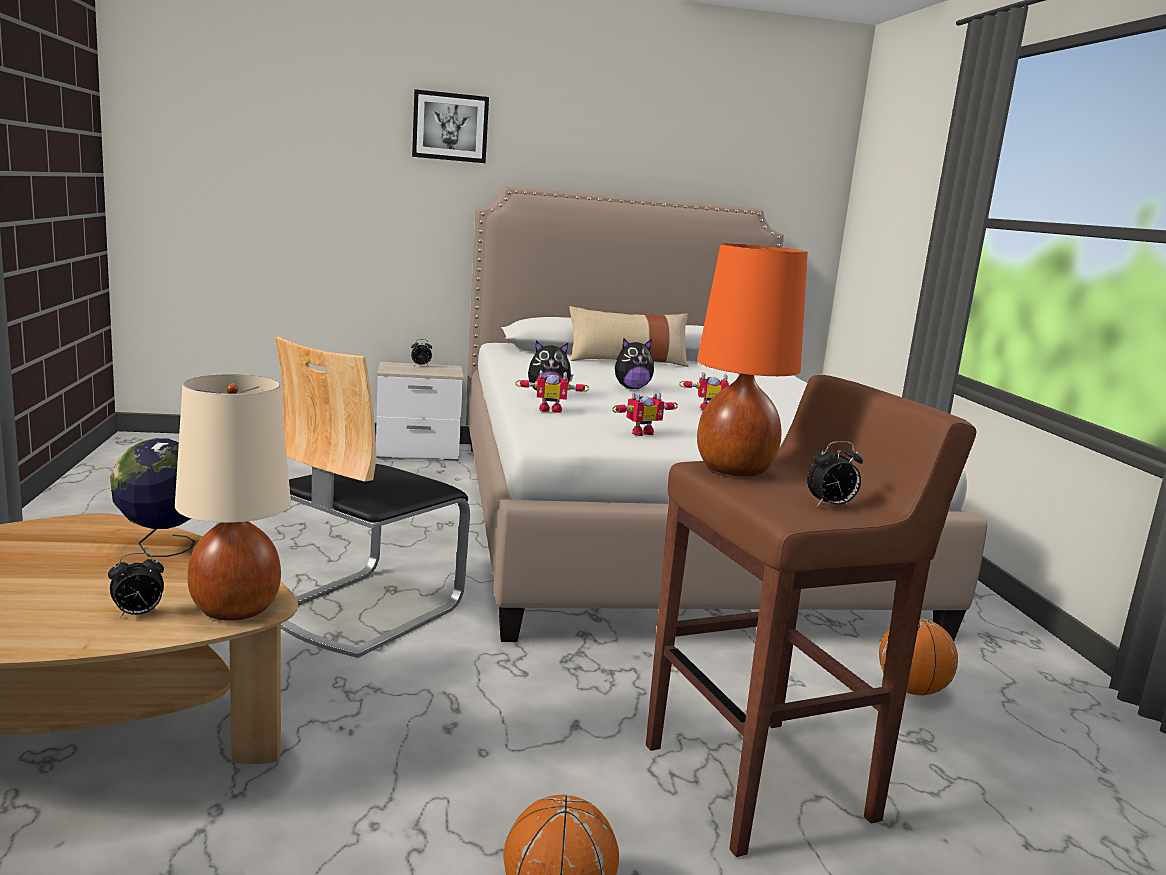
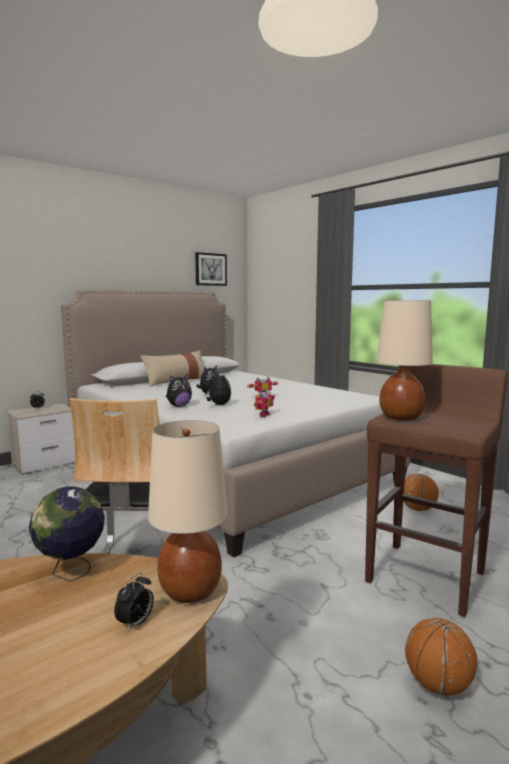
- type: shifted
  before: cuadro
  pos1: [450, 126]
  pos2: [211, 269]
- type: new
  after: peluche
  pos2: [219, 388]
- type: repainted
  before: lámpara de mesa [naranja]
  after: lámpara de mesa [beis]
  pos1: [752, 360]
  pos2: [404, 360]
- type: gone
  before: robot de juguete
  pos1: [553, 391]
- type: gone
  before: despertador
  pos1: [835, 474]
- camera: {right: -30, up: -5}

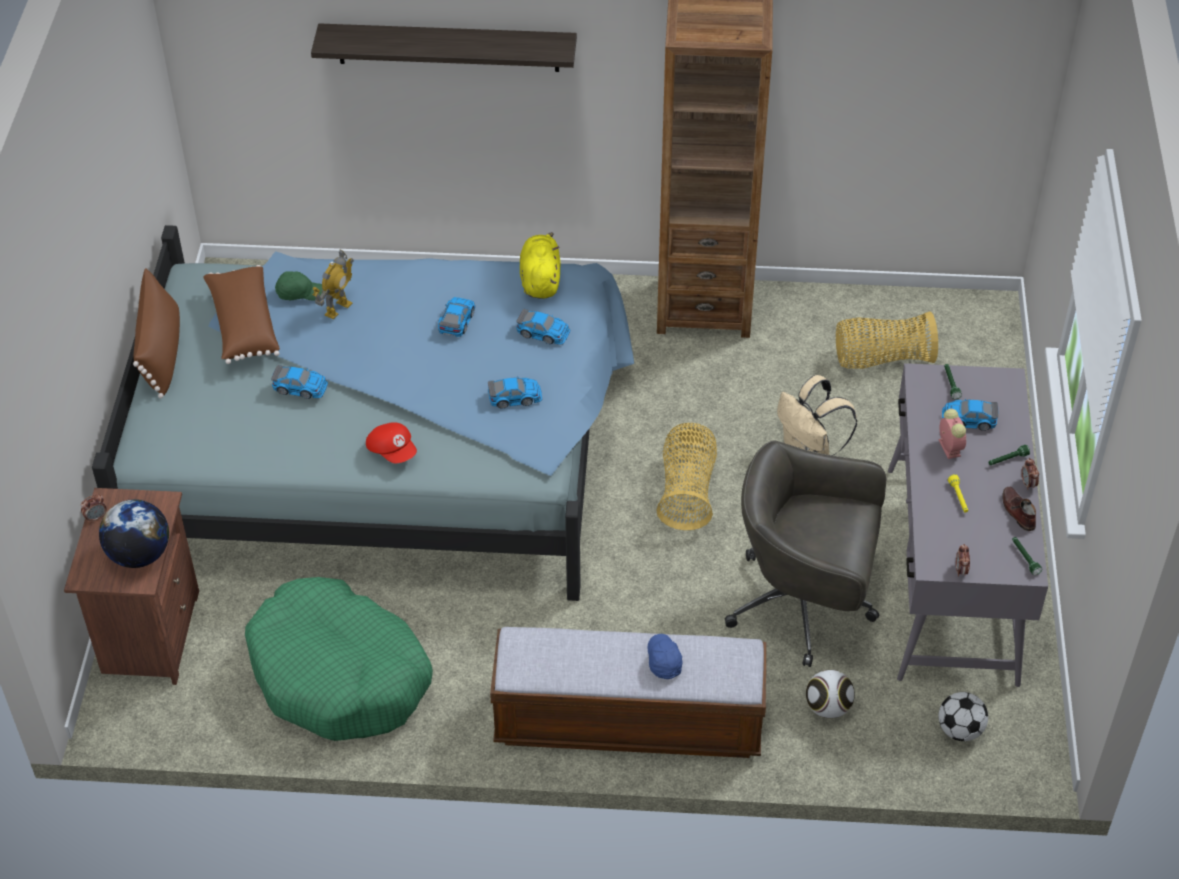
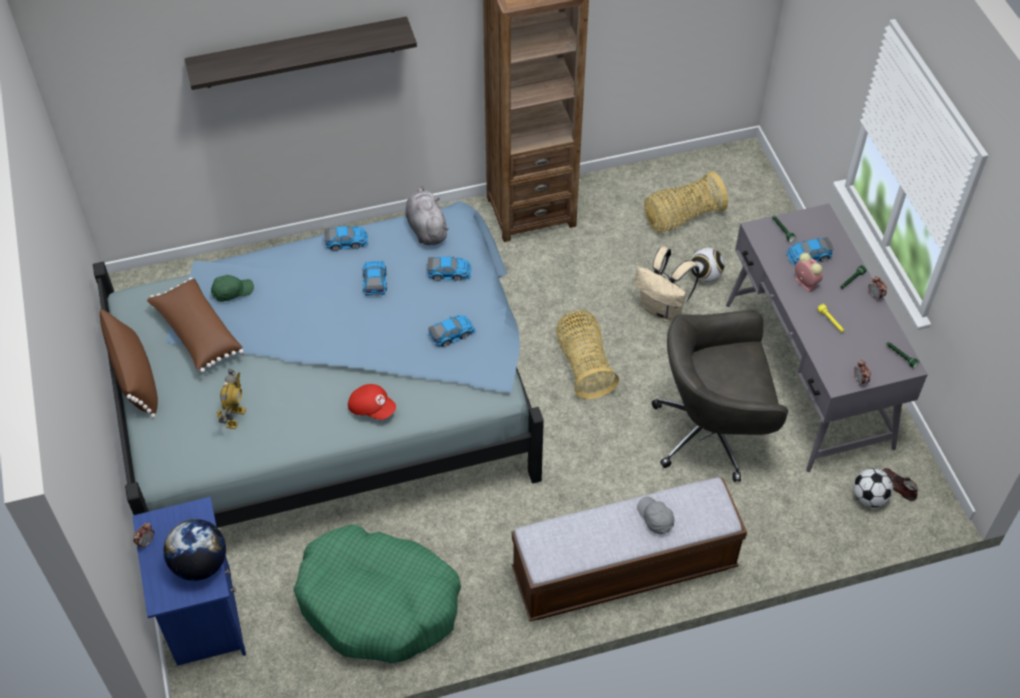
- type: repainted
  before: mesita de noche [marrón]
  after: mesita de noche [azul]
  pos1: [131, 586]
  pos2: [189, 581]
- type: shifted
  before: robot de juguete
  pos1: [333, 284]
  pos2: [231, 399]
- type: shifted
  before: coche de juguete
  pos1: [299, 382]
  pos2: [346, 238]
- type: repainted
  before: peluche [amarillo]
  after: peluche [gris]
  pos1: [540, 265]
  pos2: [427, 215]
- type: repainted
  before: gorra [azul]
  after: gorra [gris]
  pos1: [665, 656]
  pos2: [655, 515]
- type: shifted
  before: balón de fútbol
  pos1: [830, 694]
  pos2: [707, 264]
- type: shifted
  before: zapato [marrón]
  pos1: [1019, 509]
  pos2: [900, 484]
- camera: {right: -20, up: 5}

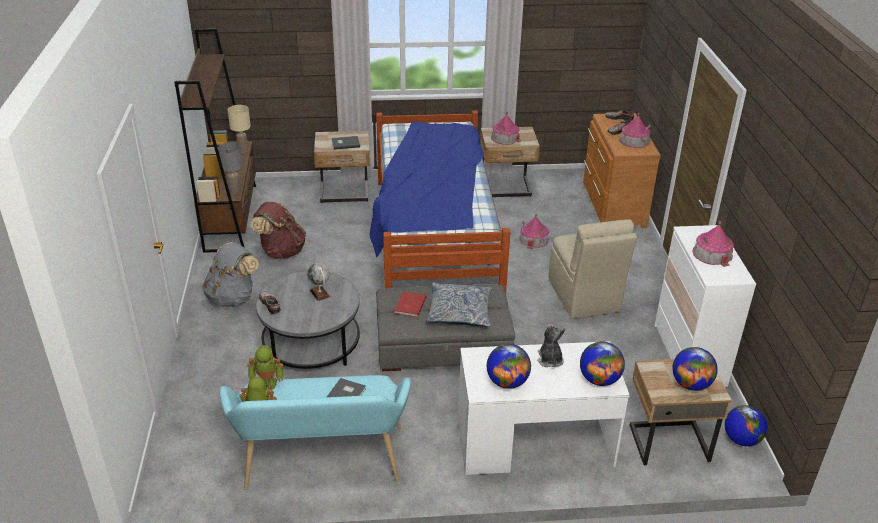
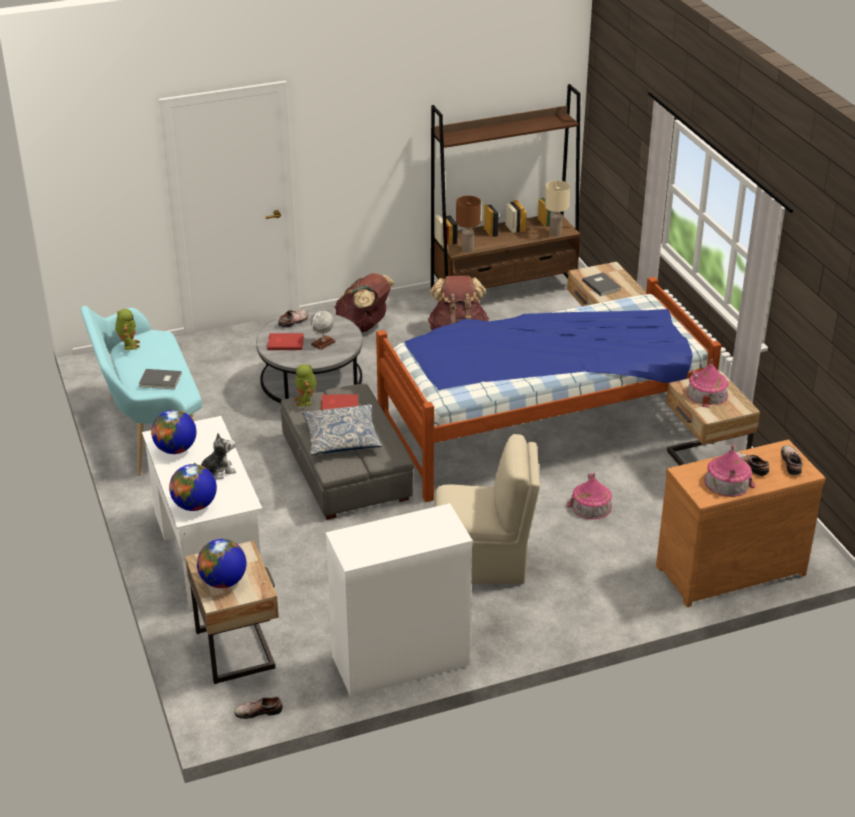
- type: swapped
  before: globo terráqueo
  after: zapato
  pos1: [746, 425]
  pos2: [258, 707]
- type: new
  after: libro [rojo]
  pos2: [285, 341]
- type: shifted
  before: robot de juguete
  pos1: [265, 368]
  pos2: [305, 385]
- type: repainted
  before: mochila [gris]
  after: mochila [marrón]
  pos1: [230, 274]
  pos2: [364, 302]
- type: rotated
  before: silla [beis]
  pos1: [593, 269]
  pos2: [487, 509]
  turn: -150
- type: repainted
  before: lámpara de mesa [gris]
  after: lámpara de mesa [marrón]
  pos1: [230, 168]
  pos2: [468, 224]
- type: gone
  before: casita
  pos1: [713, 244]
- camera: {right: 75, up: 0}

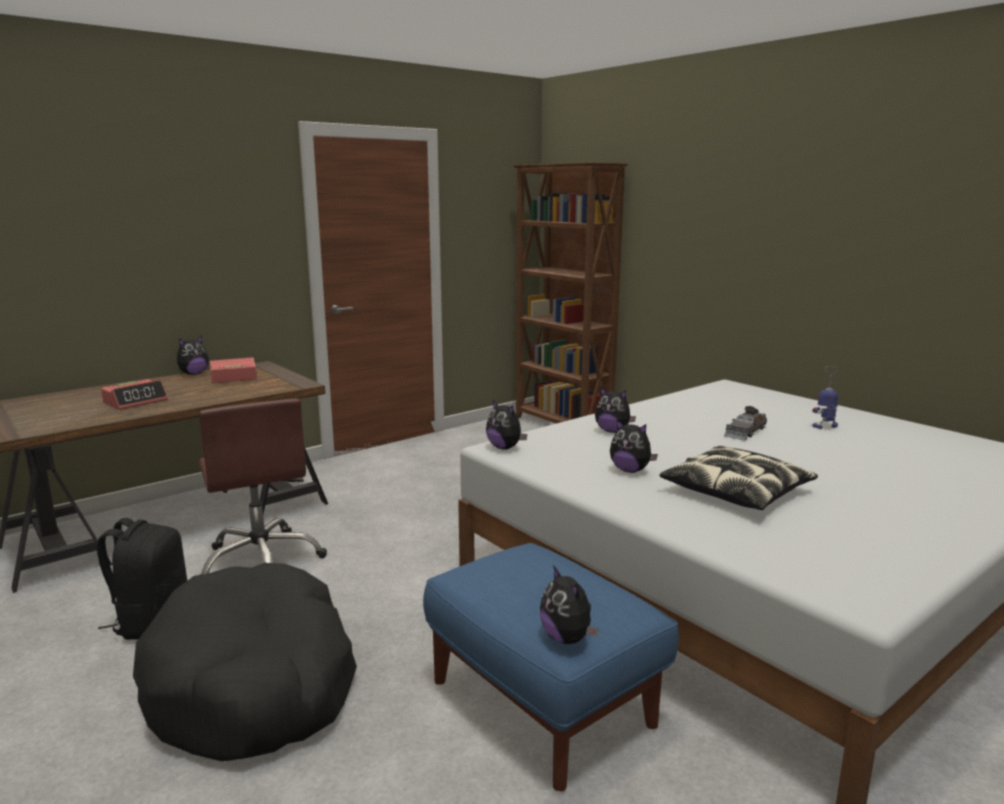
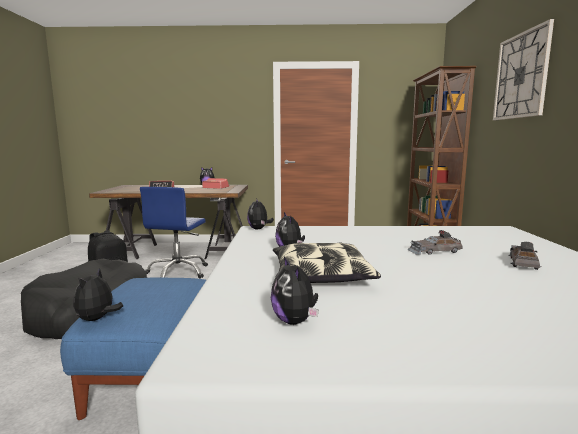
- type: repainted
  before: silla de oficina [marrón]
  after: silla de oficina [azul]
  pos1: [263, 487]
  pos2: [174, 233]
- type: shifted
  before: peluche
  pos1: [615, 410]
  pos2: [294, 291]
- type: new
  after: reloj de pared
  pos2: [523, 69]
- type: swapped
  before: robot de juguete
  after: coche de juguete [gris]
  pos1: [825, 397]
  pos2: [525, 256]
- camera: {right: 40, up: -5}

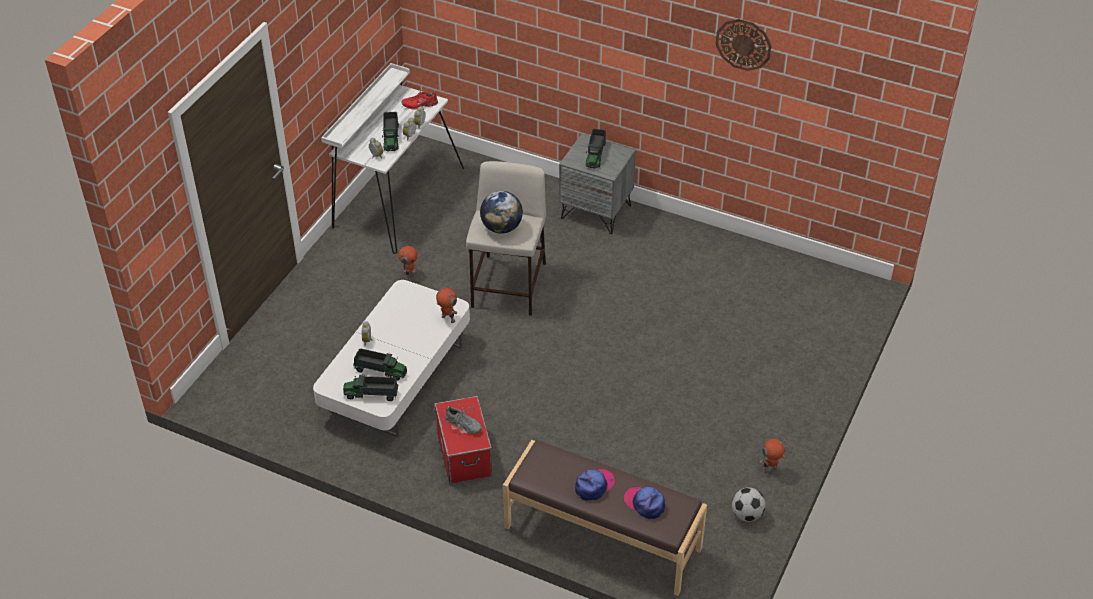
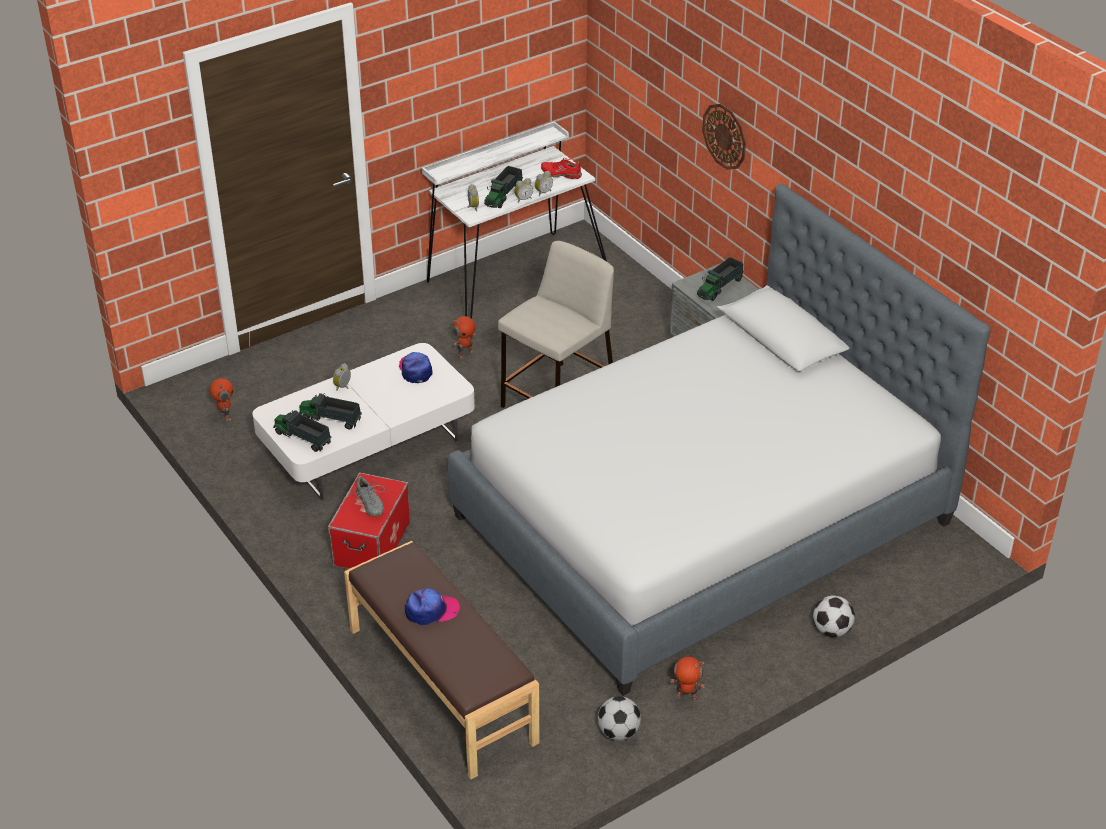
- type: shifted
  before: robot de juguete
  pos1: [446, 305]
  pos2: [221, 400]
- type: rotated
  before: camión de juguete
  pos1: [380, 365]
  pos2: [330, 411]
  turn: 150
- type: shifted
  before: gorra
  pos1: [644, 503]
  pos2: [416, 367]
- type: new
  after: cama
  pos2: [719, 440]
- type: shifted
  before: reloj de pared
  pos1: [743, 45]
  pos2: [724, 137]
- type: new
  after: balón de fútbol
  pos2: [834, 616]
- type: gone
  before: globo terráqueo
  pos1: [501, 212]
- camera: {right: 30, up: -5}

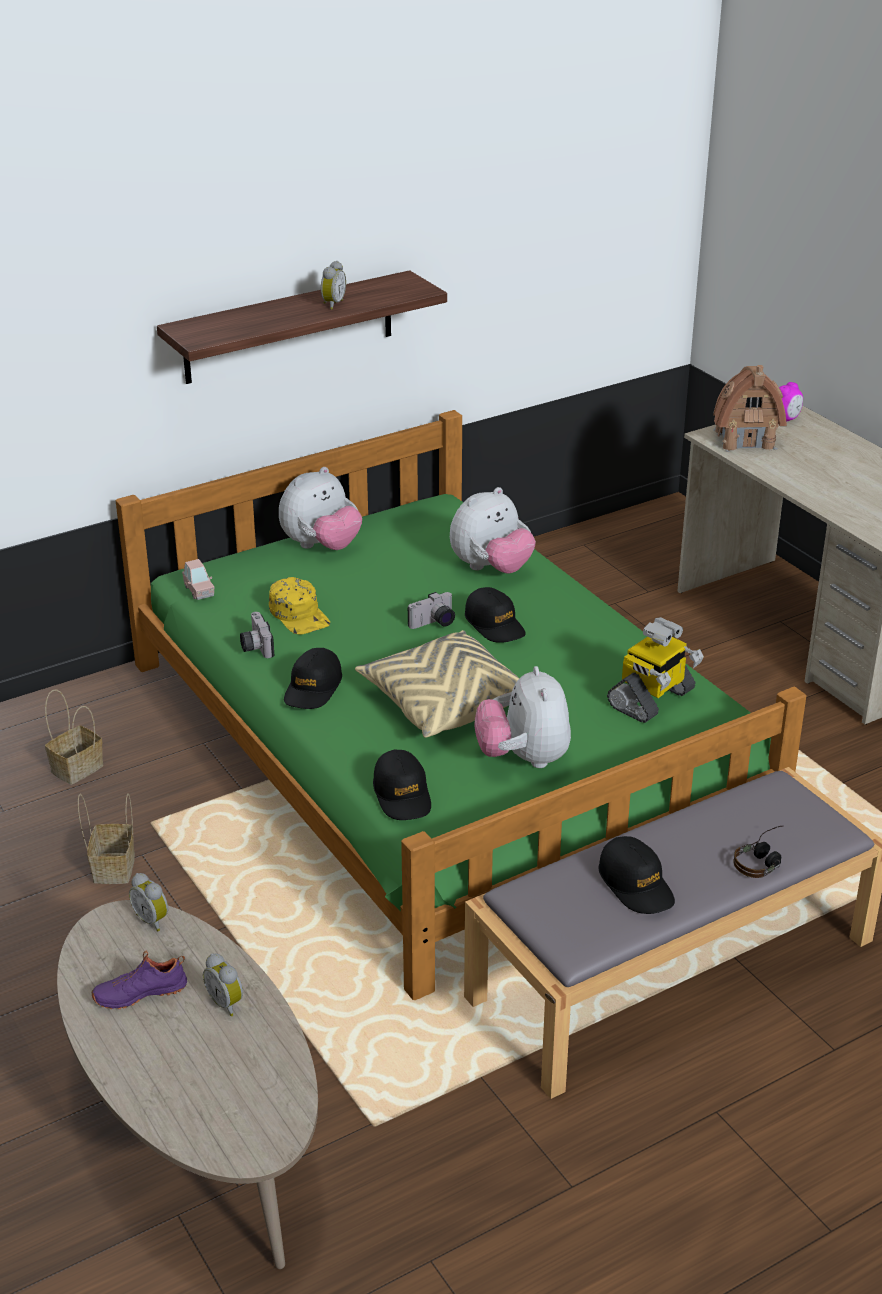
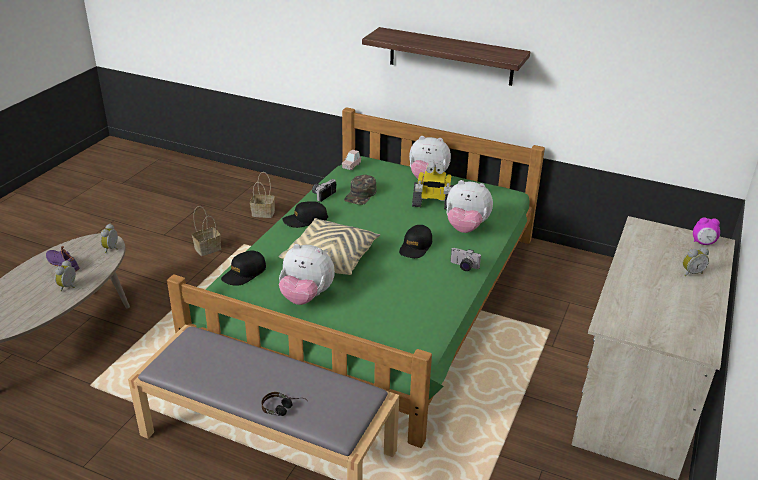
- type: rotated
  before: peluche
  pos1: [523, 717]
  pos2: [307, 274]
  turn: -120
- type: repainted
  before: gorra [amarillo]
  after: gorra [verde]
  pos1: [299, 605]
  pos2: [360, 190]
- type: shifted
  before: robot de juguete
  pos1: [655, 670]
  pos2: [433, 185]
- type: shifted
  before: cámara
  pos1: [431, 610]
  pos2: [465, 259]
- type: shifted
  before: despertador
  pos1: [333, 285]
  pos2: [696, 261]
- type: gone
  before: gorra [negro]
  pos1: [637, 875]
- type: gone
  before: casita
  pos1: [750, 408]
- camera: {right: 55, up: 0}

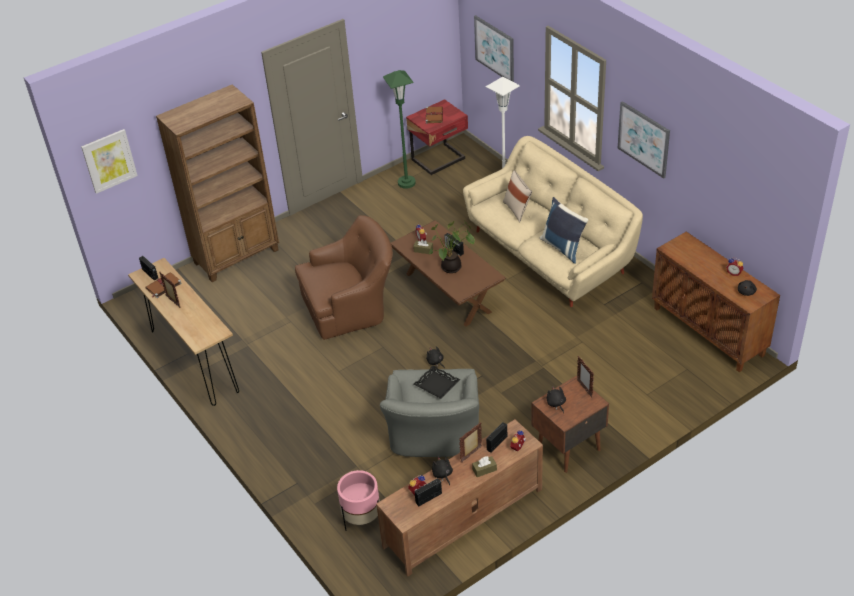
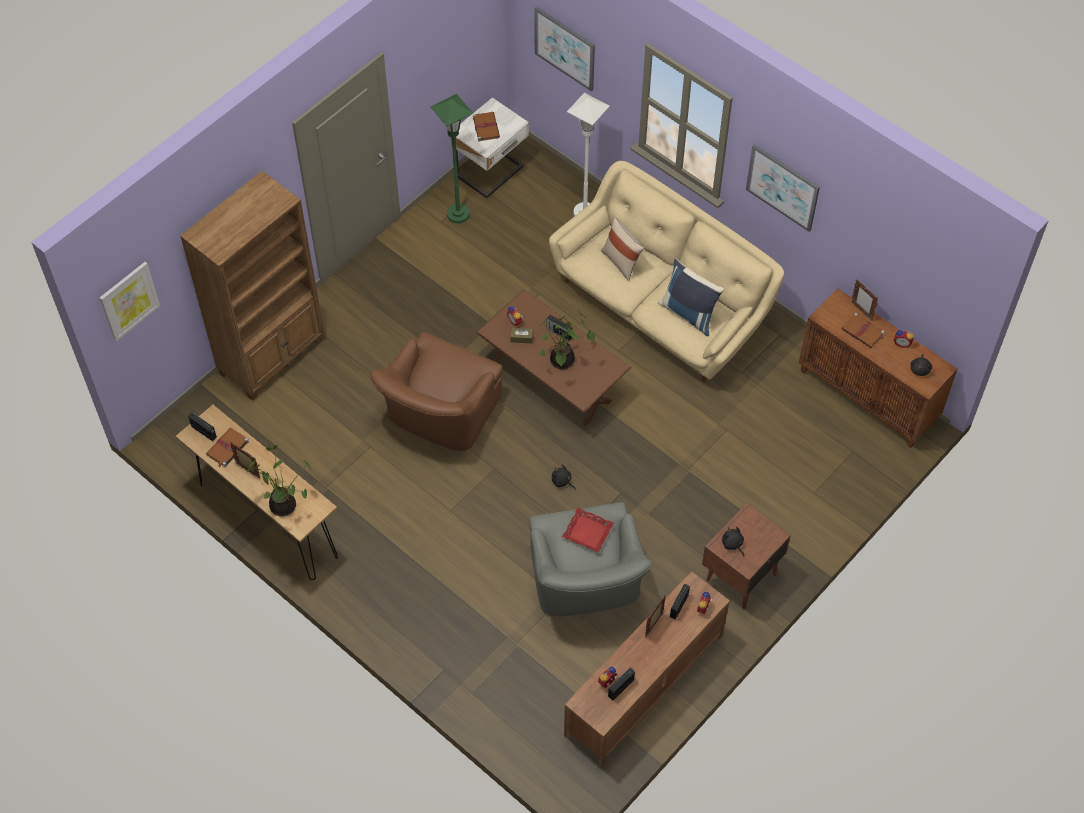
- type: new
  after: planta en maceta
  pos2: [279, 480]
- type: rotated
  before: sillón [marrón]
  pos1: [344, 277]
  pos2: [436, 391]
  turn: 150
- type: repainted
  before: mesita de noche [rojo]
  after: mesita de noche [blanco]
  pos1: [437, 137]
  pos2: [489, 147]
- type: repainted
  before: bandeja [negro]
  after: bandeja [rojo]
  pos1: [437, 382]
  pos2: [588, 530]
- type: new
  after: libro [marrón]
  pos2: [863, 330]
- type: shifted
  before: portarretratos
  pos1: [585, 376]
  pos2: [865, 300]
- type: gone
  before: maceta [rosa]
  pos1: [358, 500]
- type: gone
  before: peluche [negro]
  pos1: [442, 470]
- type: gone
  before: caja de pañuelos [marrón]
  pos1: [484, 466]
- camera: {right: -15, up: 15}

